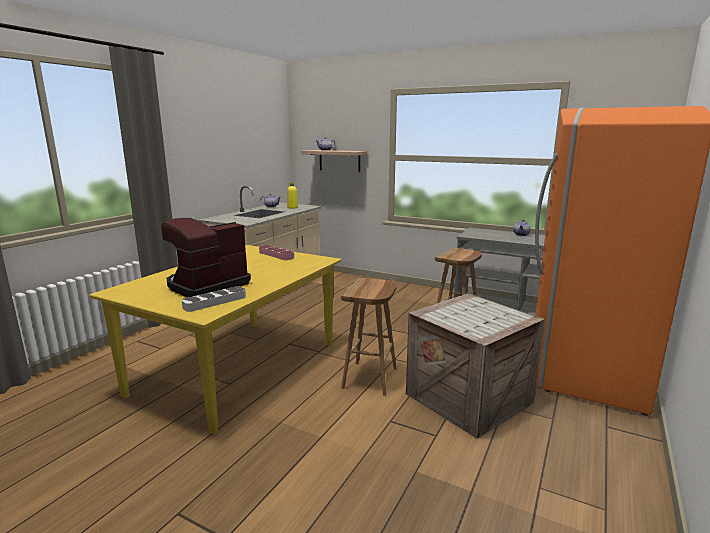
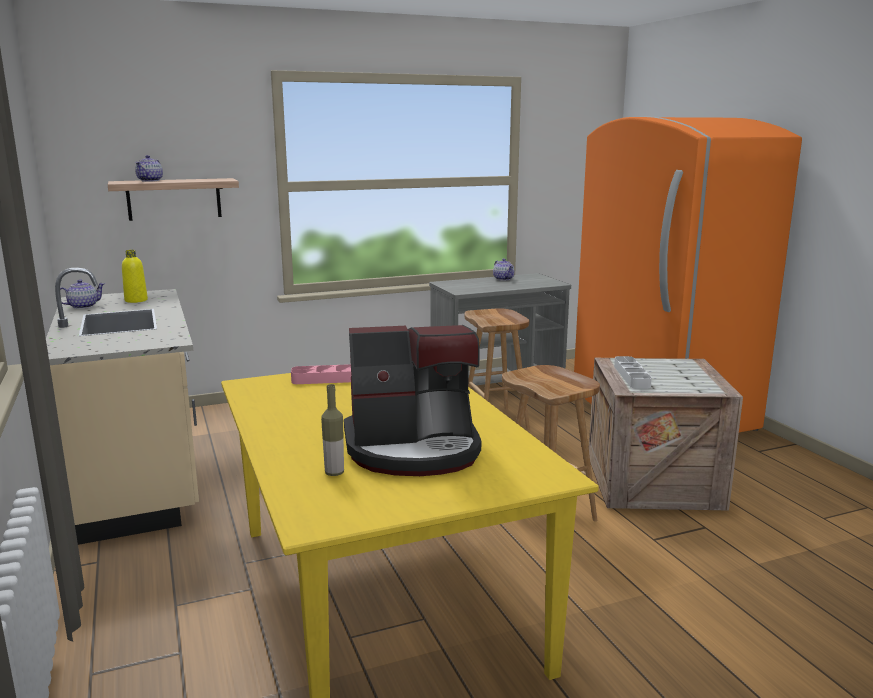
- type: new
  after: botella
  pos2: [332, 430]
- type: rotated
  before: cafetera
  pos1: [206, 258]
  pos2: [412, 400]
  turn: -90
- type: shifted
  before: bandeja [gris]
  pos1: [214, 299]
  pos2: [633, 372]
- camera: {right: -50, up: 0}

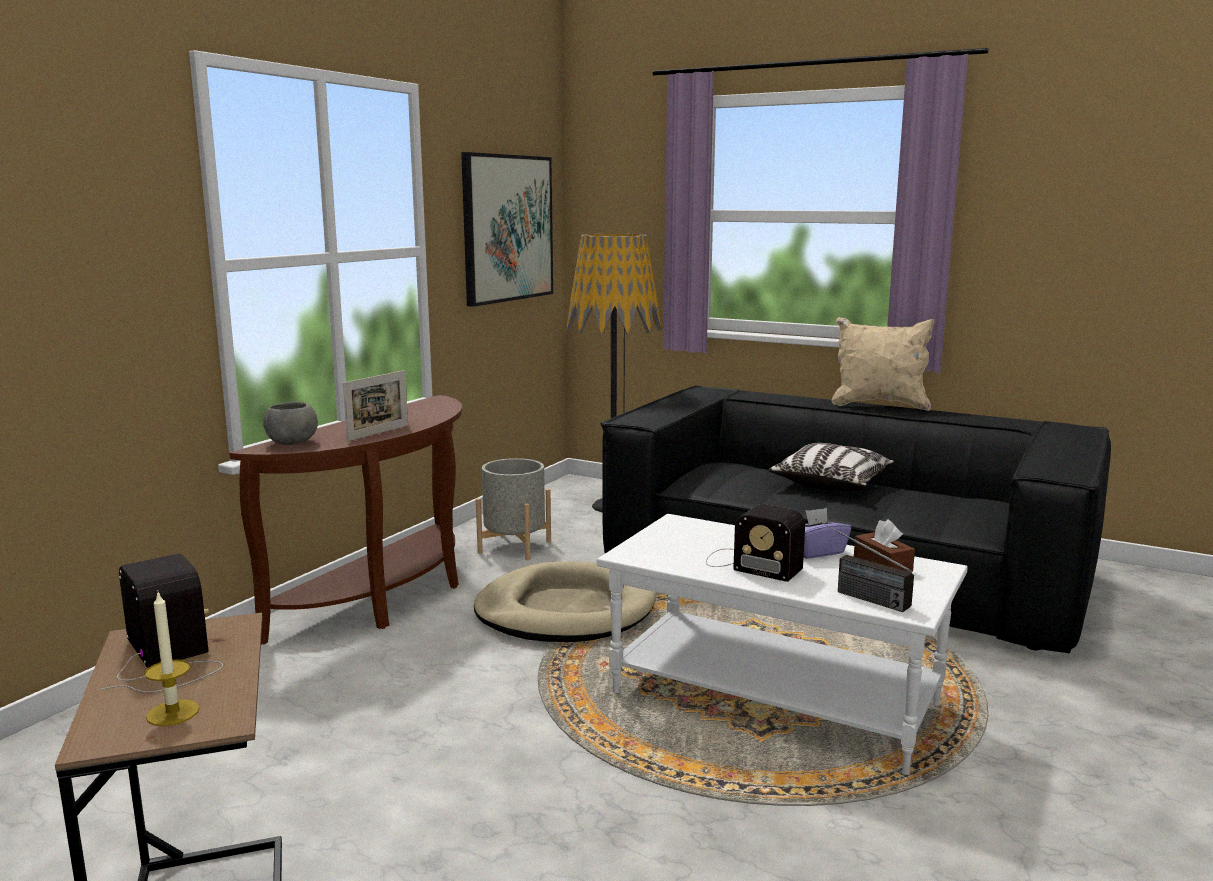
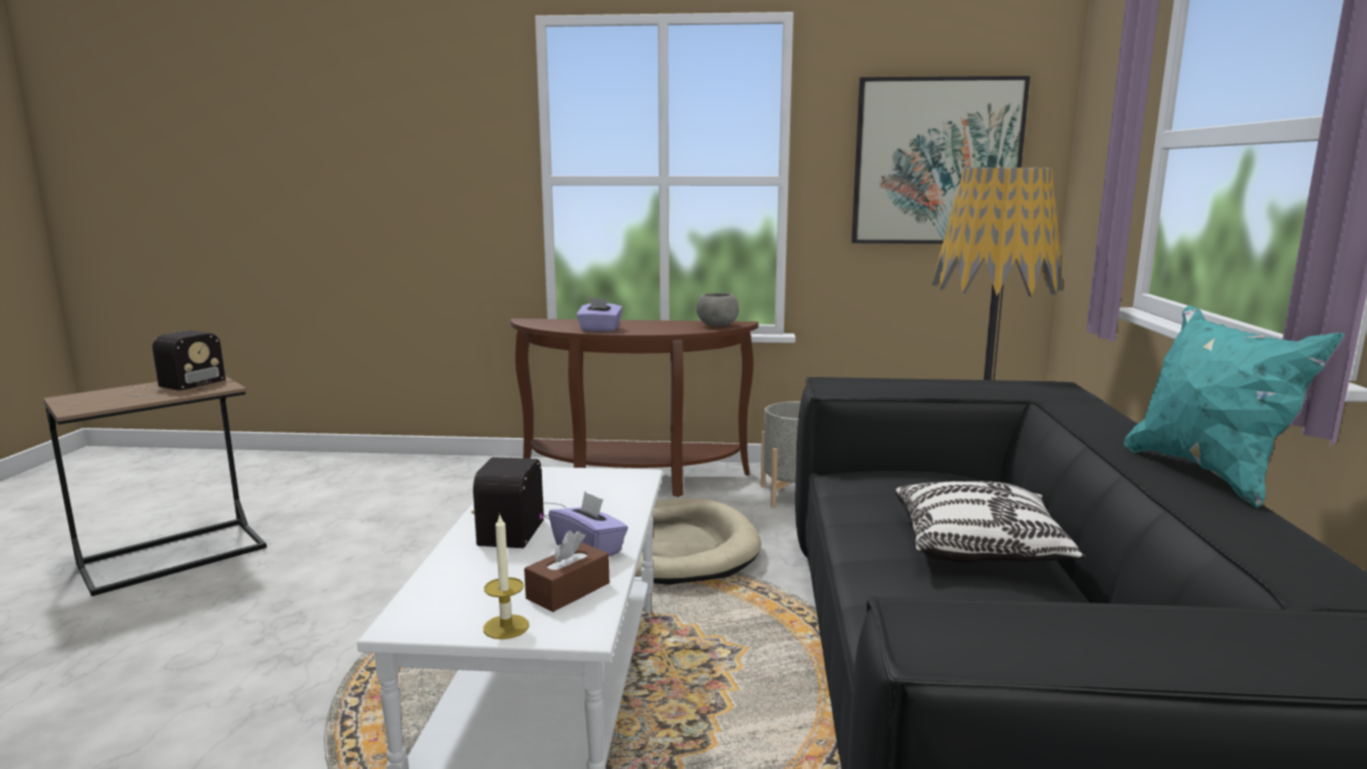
- type: shifted
  before: vela
  pos1: [172, 658]
  pos2: [506, 576]
- type: swapped
  before: portarretratos
  after: caja de pañuelos [morado]
  pos1: [375, 405]
  pos2: [599, 314]
- type: shifted
  before: cuenco [gris]
  pos1: [290, 423]
  pos2: [718, 309]
- type: repainted
  before: cojín [beis]
  after: cojín [turquesa]
  pos1: [883, 364]
  pos2: [1234, 406]
- type: gone
  before: radio
  pos1: [864, 565]
- camera: {right: 65, up: 0}

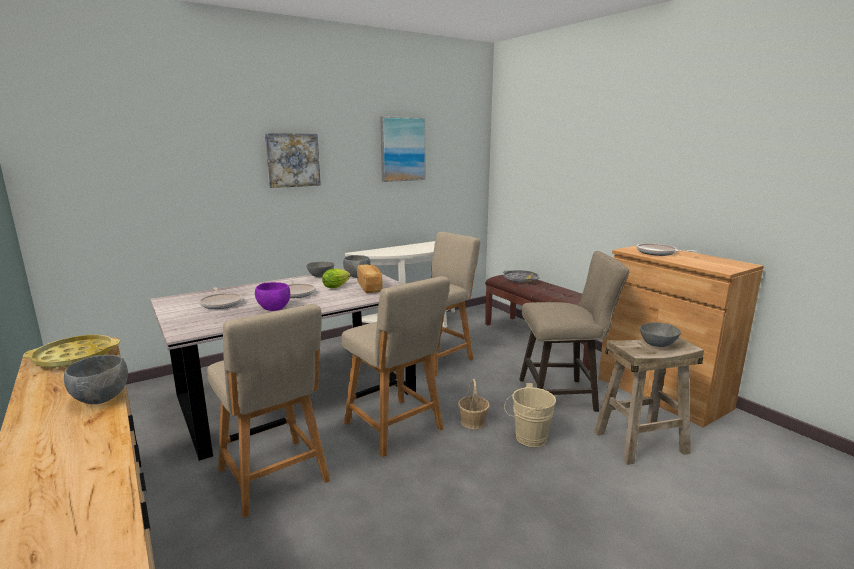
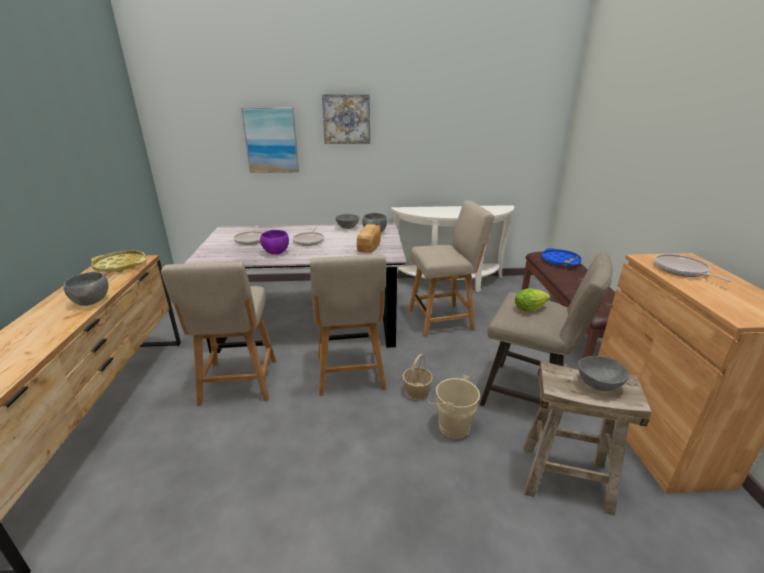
- type: shifted
  before: cuadro
  pos1: [403, 149]
  pos2: [270, 140]
- type: shifted
  before: lechuga
  pos1: [336, 278]
  pos2: [532, 300]
- type: repainted
  before: bandeja [gris]
  after: bandeja [azul]
  pos1: [521, 276]
  pos2: [561, 257]
- camera: {right: 30, up: 10}

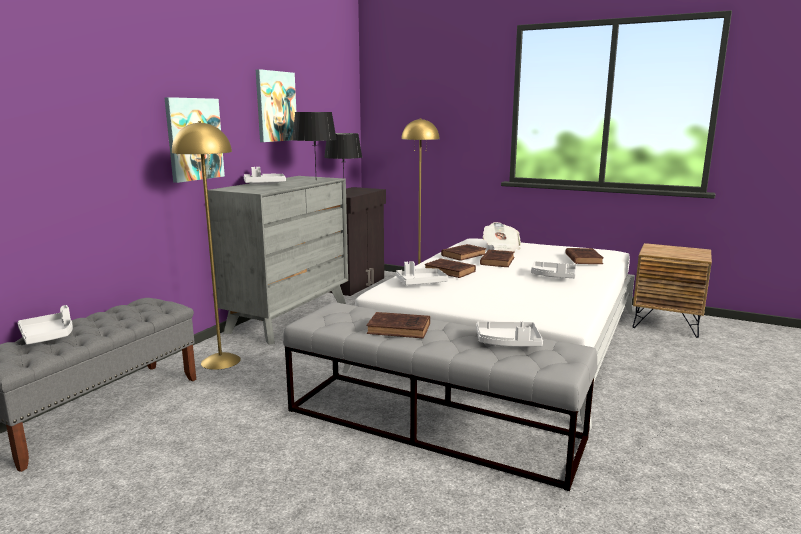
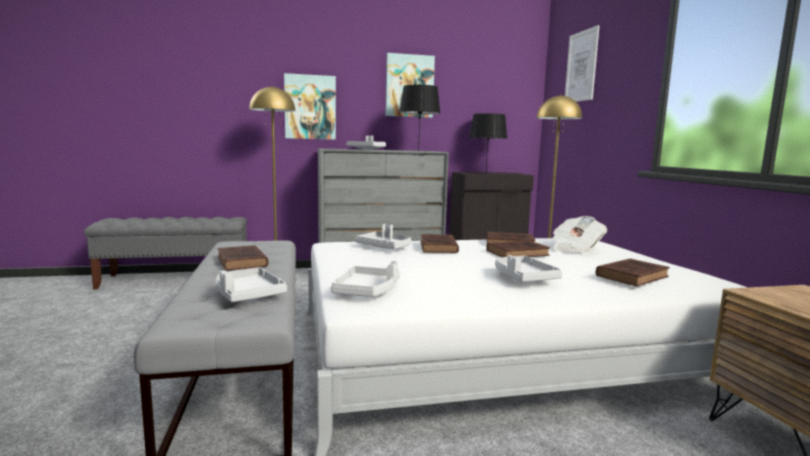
- type: shifted
  before: bandeja [gris]
  pos1: [45, 325]
  pos2: [365, 279]
- type: new
  after: cuadro
  pos2: [582, 63]
- camera: {right: 50, up: -5}

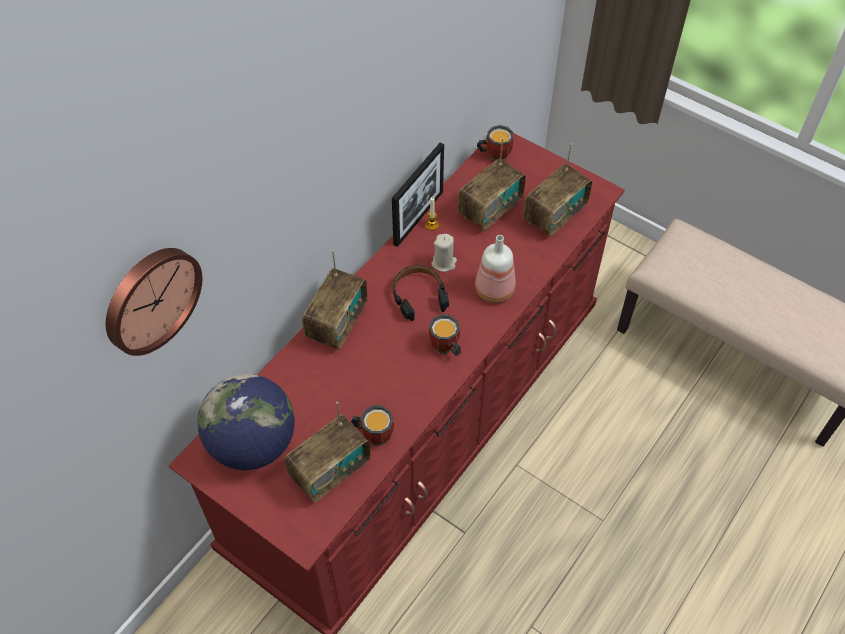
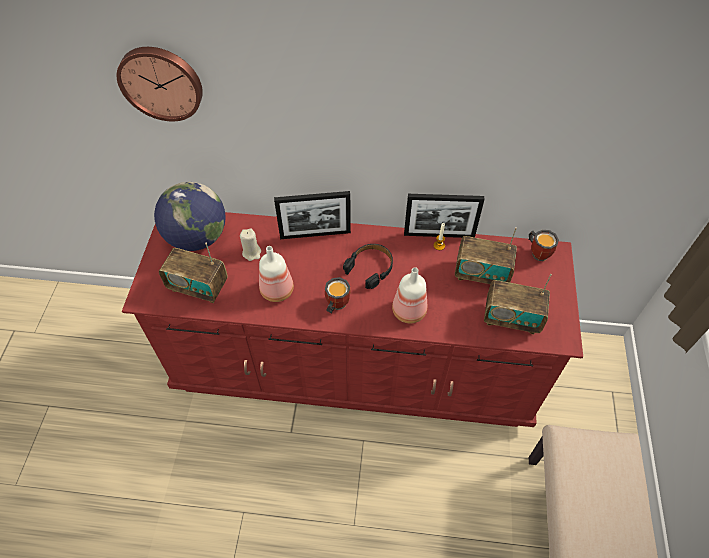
- type: shifted
  before: vela [beis]
  pos1: [444, 253]
  pos2: [250, 244]
- type: new
  after: botella
  pos2: [276, 274]
- type: swapped
  before: radio
  after: portarretratos
  pos1: [334, 300]
  pos2: [312, 215]
- type: gone
  before: taza grande
  pos1: [372, 425]
- camera: {right: 60, up: 0}

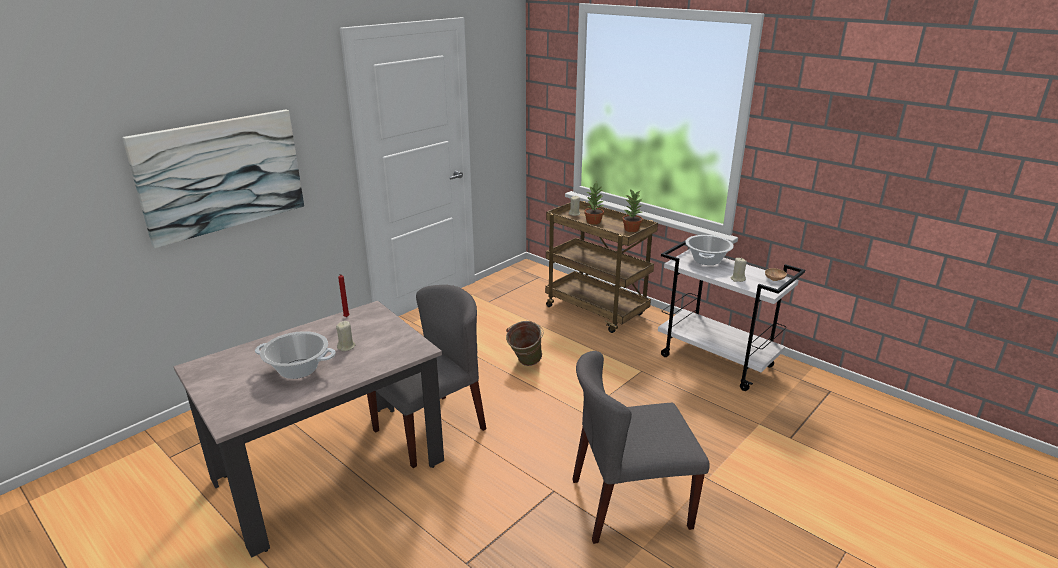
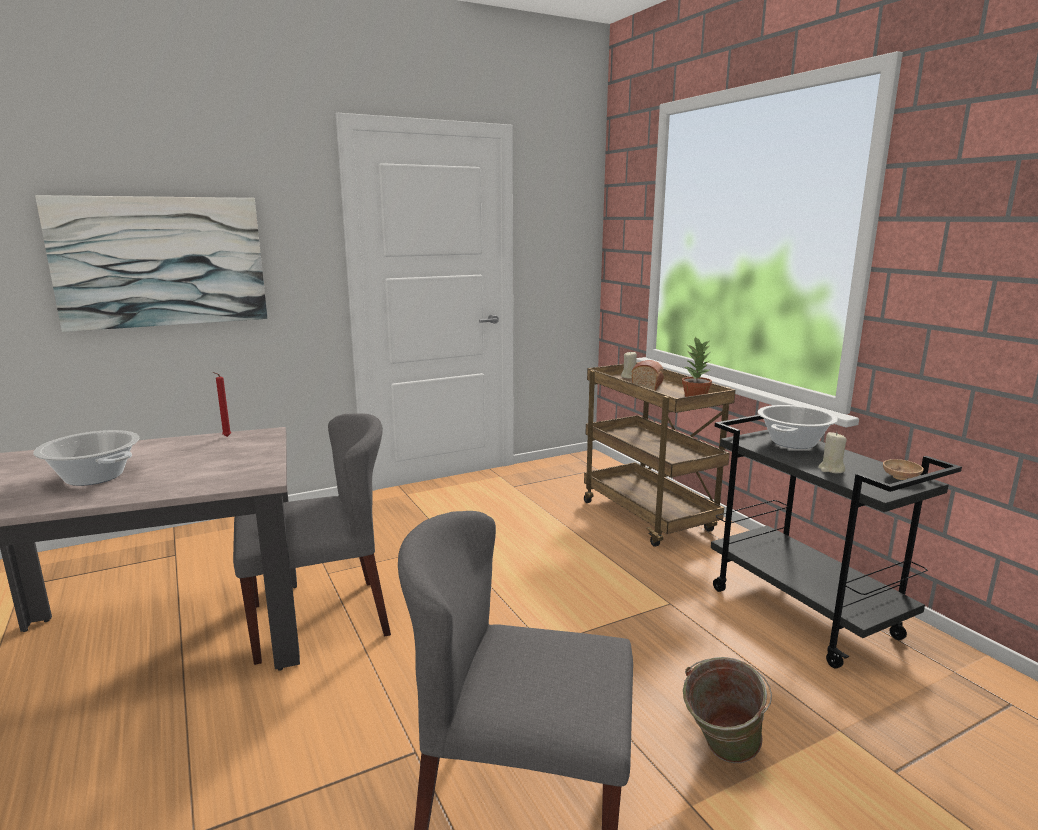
- type: swapped
  before: planta en maceta
  after: pan
  pos1: [594, 203]
  pos2: [648, 375]
- type: shifted
  before: cubo [verde]
  pos1: [525, 343]
  pos2: [727, 710]
- type: repainted
  before: carrito [blanco]
  after: carrito [negro]
  pos1: [731, 315]
  pos2: [836, 542]
- type: gone
  before: vela [beis]
  pos1: [346, 336]
- camera: {right: 20, up: -10}

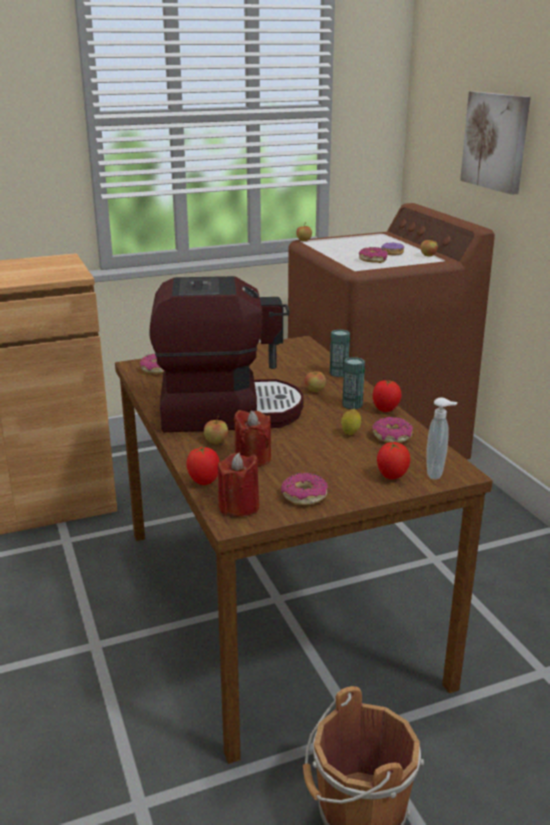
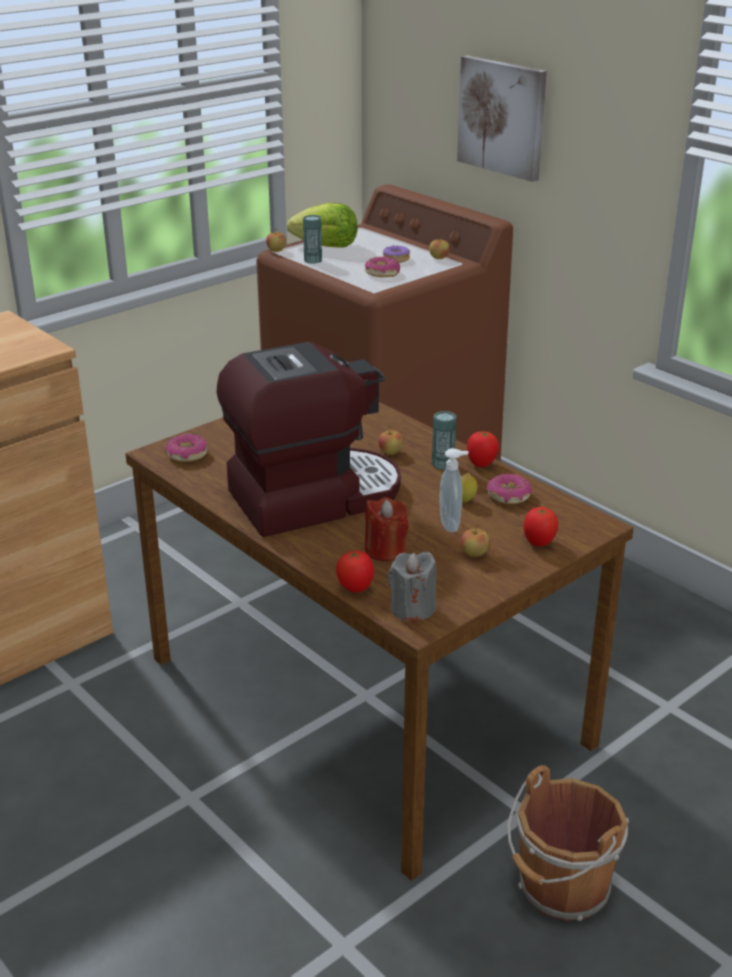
- type: new
  after: lechuga
  pos2: [322, 225]
- type: shifted
  before: lata
  pos1: [340, 353]
  pos2: [312, 239]
- type: repainted
  before: vela [rojo]
  after: vela [gris]
  pos1: [238, 485]
  pos2: [412, 586]
- type: shifted
  before: dispensador de jabón
  pos1: [441, 438]
  pos2: [454, 490]
- type: shifted
  before: manzana
  pos1: [216, 430]
  pos2: [475, 540]
- type: gone
  before: rosquilla
  pos1: [304, 488]
- camera: {right: -20, up: 5}

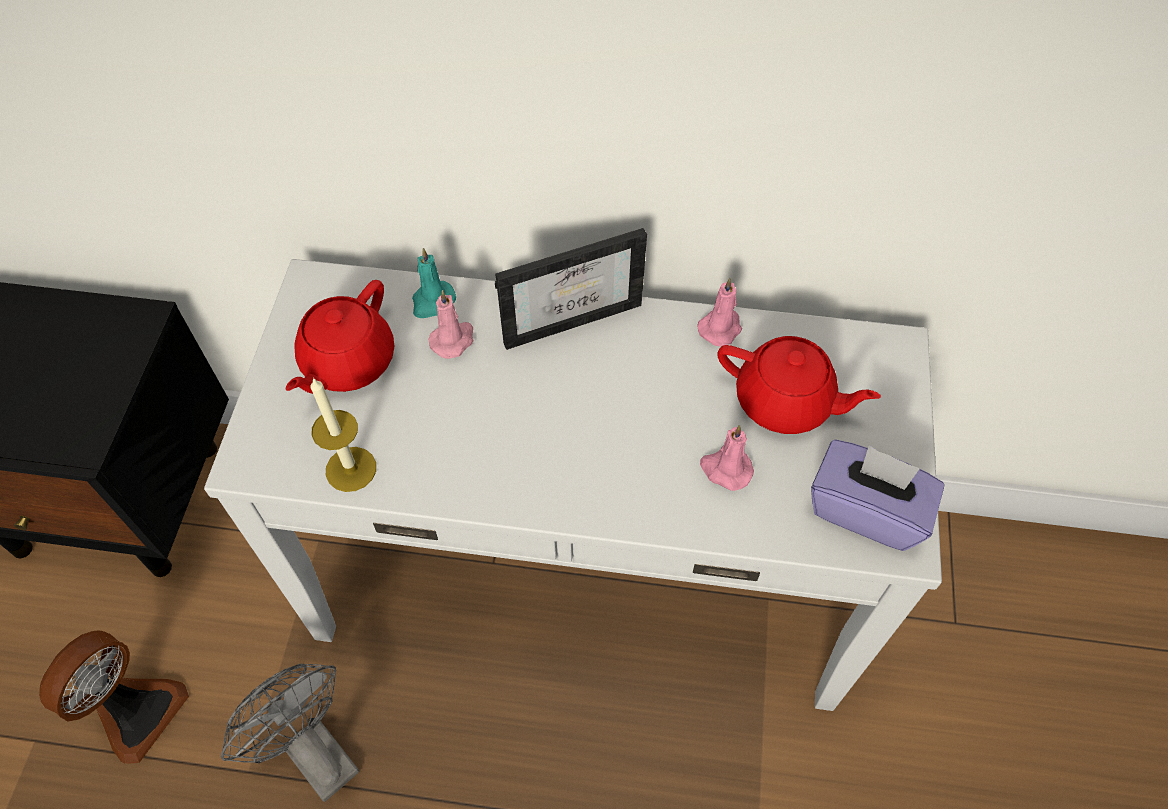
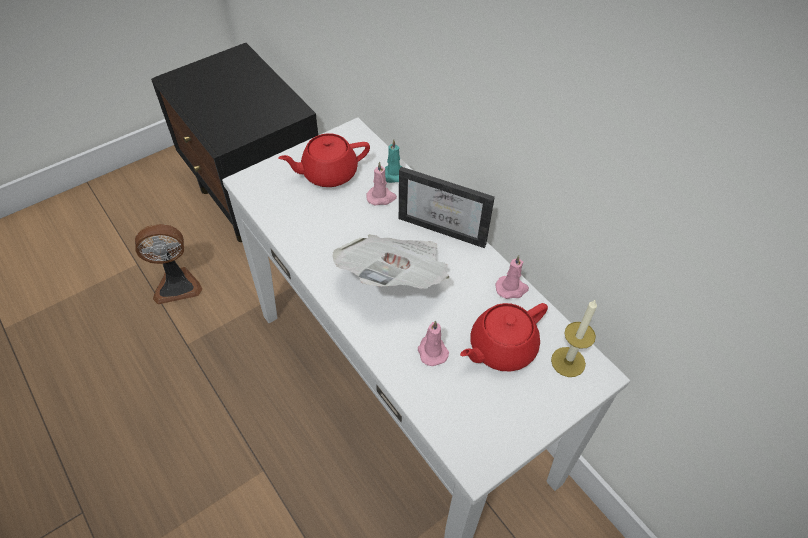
- type: new
  after: periódico
  pos2: [391, 261]
- type: rotated
  before: tetera [rojo]
  pos1: [799, 385]
  pos2: [504, 337]
  turn: 75
- type: shifted
  before: vela
  pos1: [343, 434]
  pos2: [574, 338]
- type: gone
  before: ventilador [gris]
  pos1: [290, 733]
- type: gone
  before: caja de pañuelos [morado]
  pos1: [878, 495]
- camera: {right: 45, up: -5}

